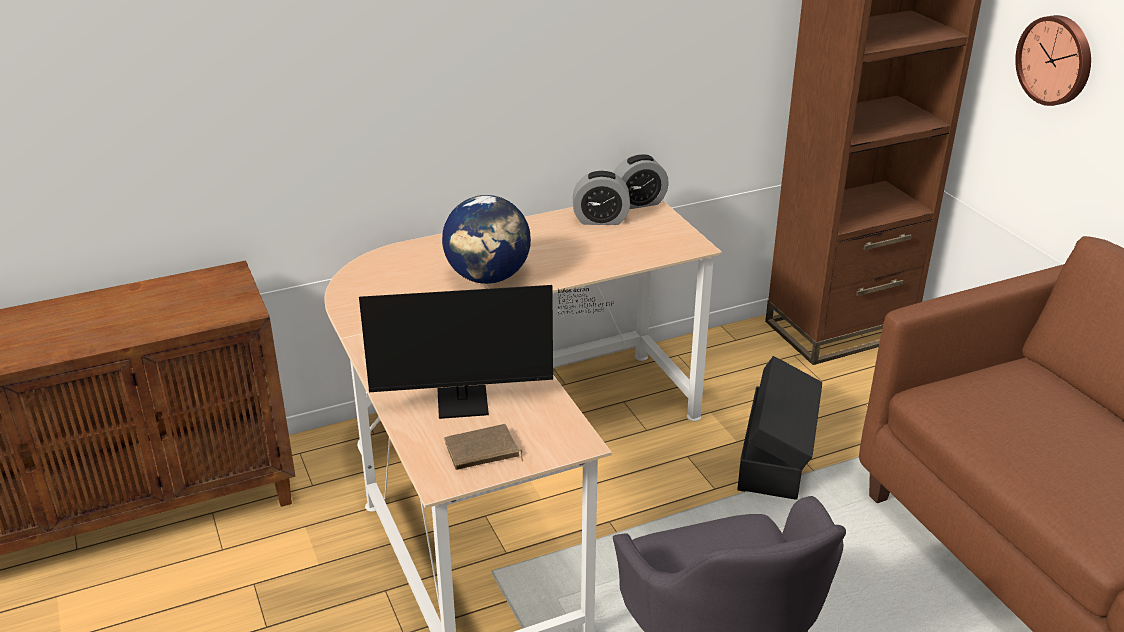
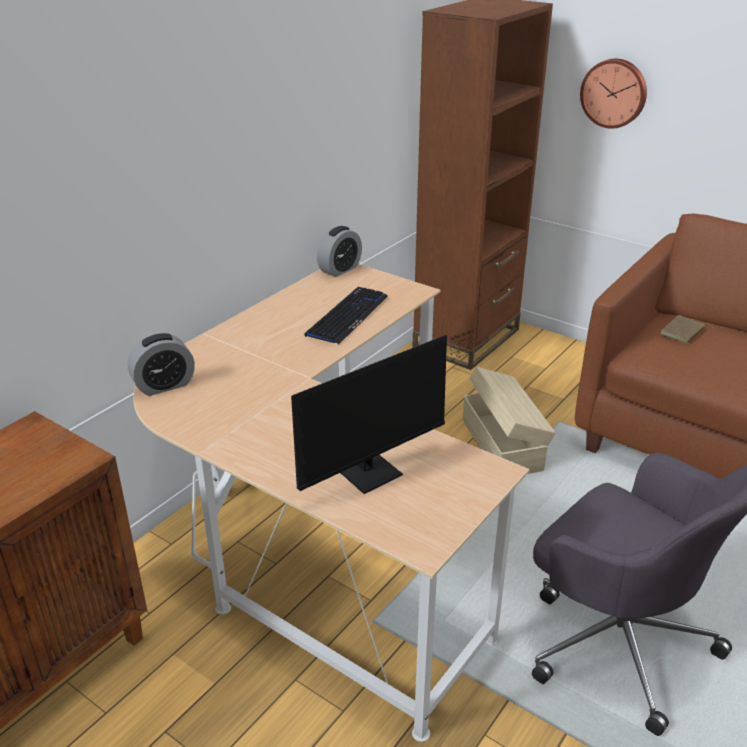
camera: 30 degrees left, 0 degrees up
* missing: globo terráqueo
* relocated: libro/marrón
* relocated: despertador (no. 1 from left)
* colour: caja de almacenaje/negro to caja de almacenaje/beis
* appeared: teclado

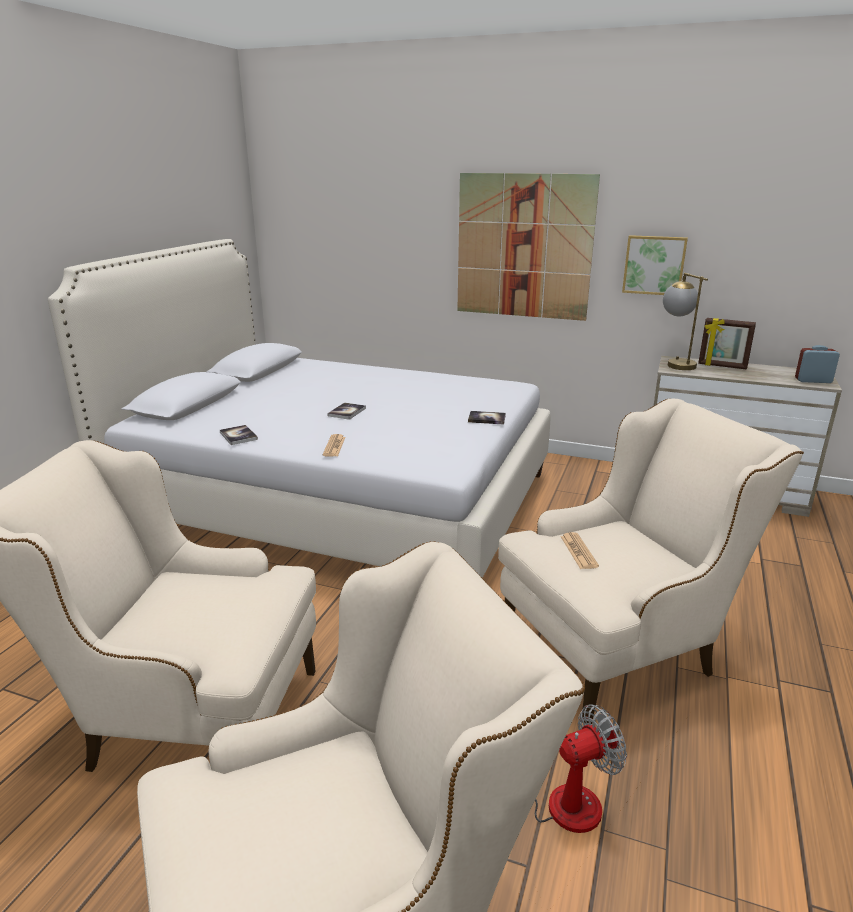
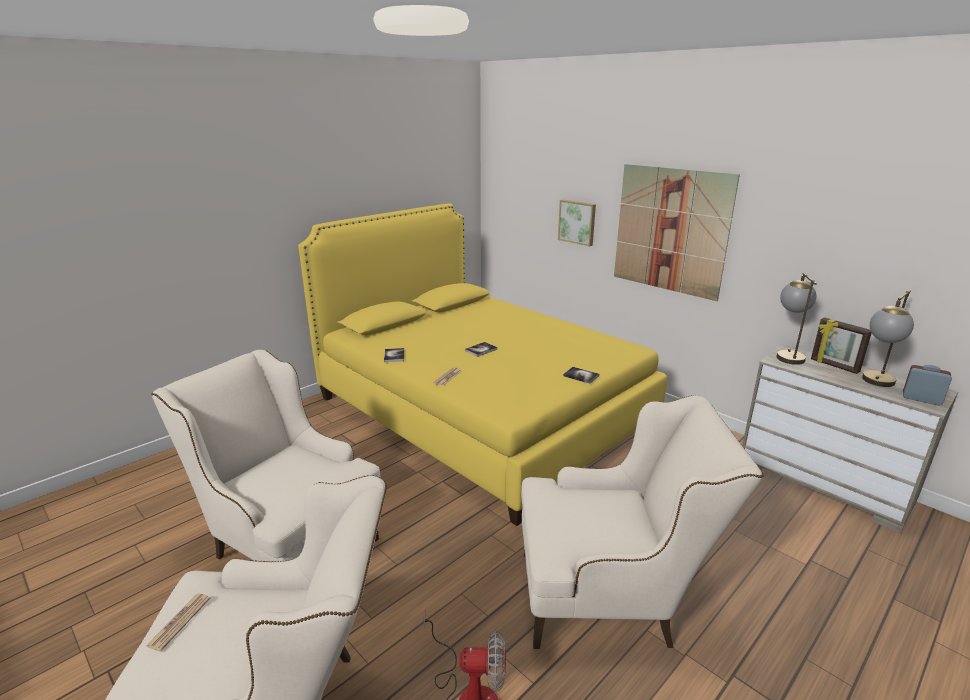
camera: 25 degrees right, 0 degrees up
* colour: cama/blanco to cama/amarillo
* relocated: periódico (no. 2 from left in the first image) to periódico (no. 1 from left)
* relocated: cuadro (no. 2 from left in the first image) to cuadro (no. 1 from left)
* appeared: lámpara de mesa (no. 2 from left)

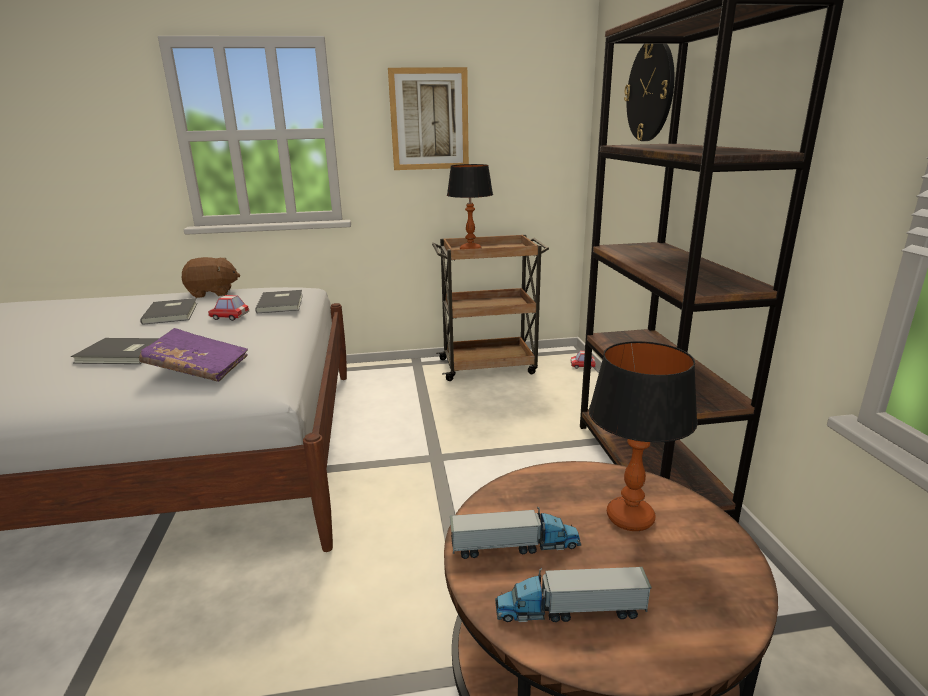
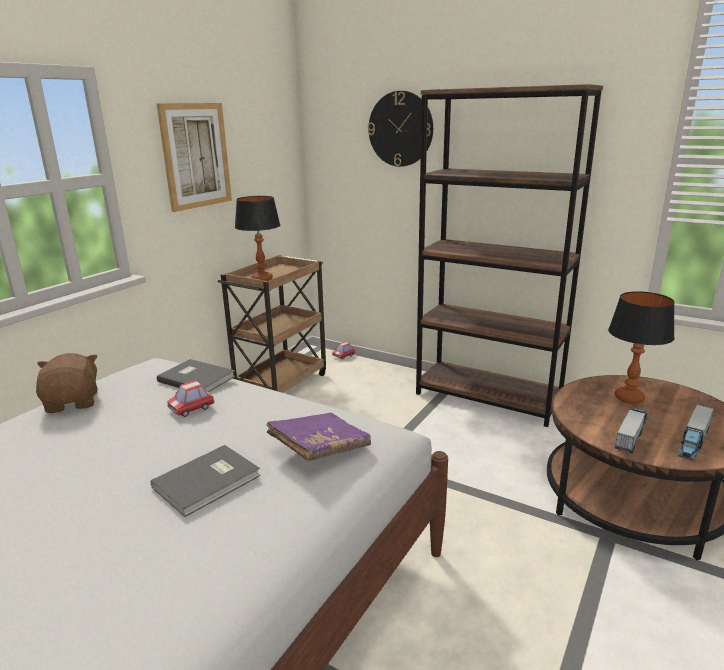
camera: 50 degrees left, 0 degrees up
* missing: libro/gris (no. 2 from left)
* spun: peluche/marrón 45 degrees counterclockwise

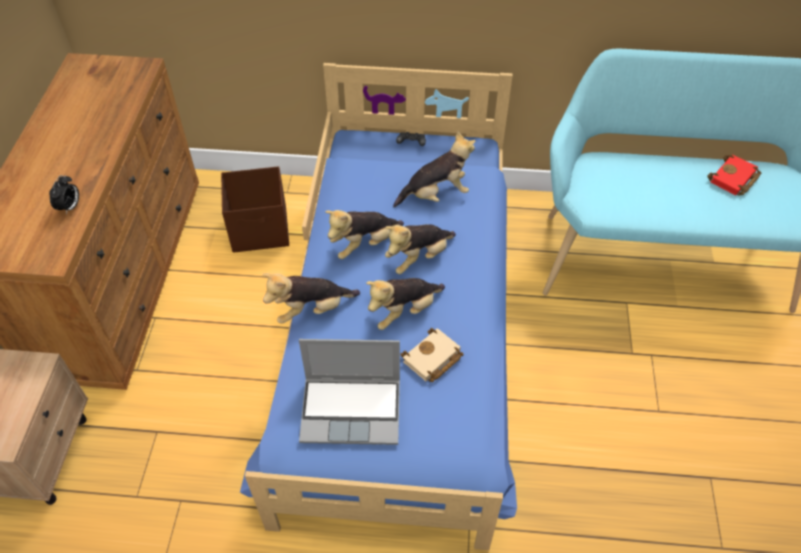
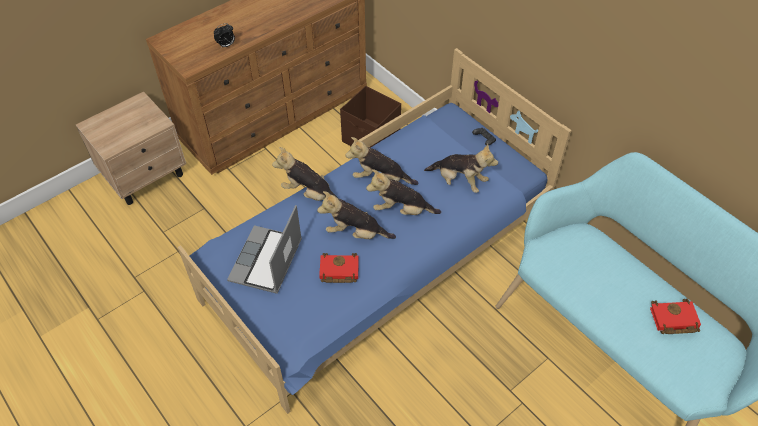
camera: 45 degrees right, 0 degrees up
* spun: portátil 60 degrees clockwise
* colour: libro/beis to libro/rojo (no. 1 from left)

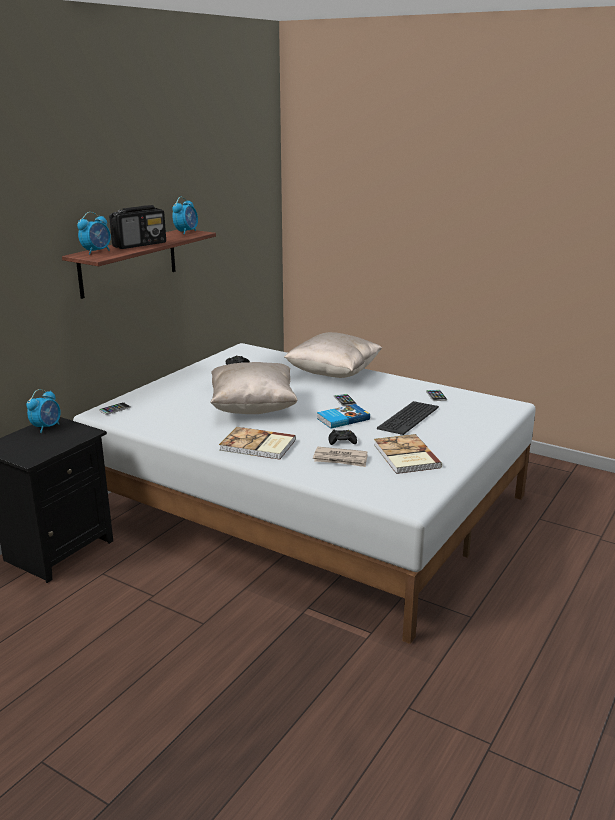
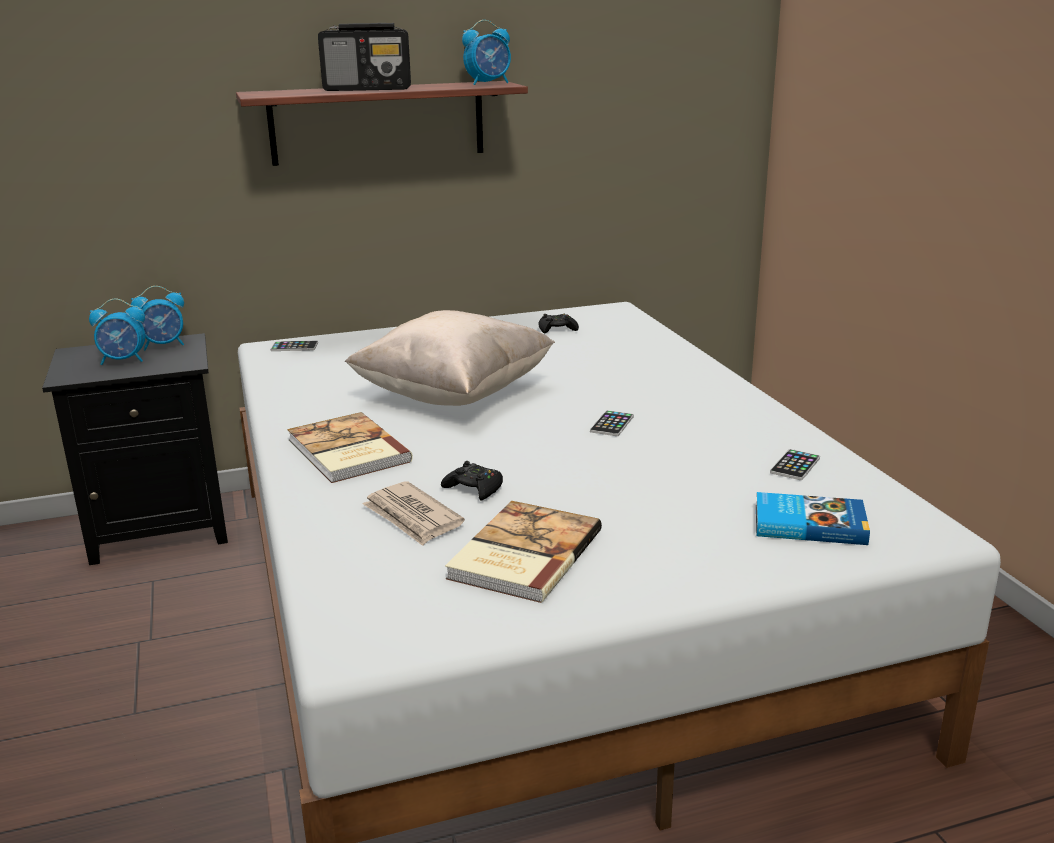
camera: 40 degrees right, 0 degrees up
* relocated: despertador (no. 2 from left in the first image) to despertador (no. 1 from left)
* missing: cojín/beis (no. 2 from left)
* relocated: libro (no. 2 from left in the first image) to libro (no. 3 from left)
* missing: teclado

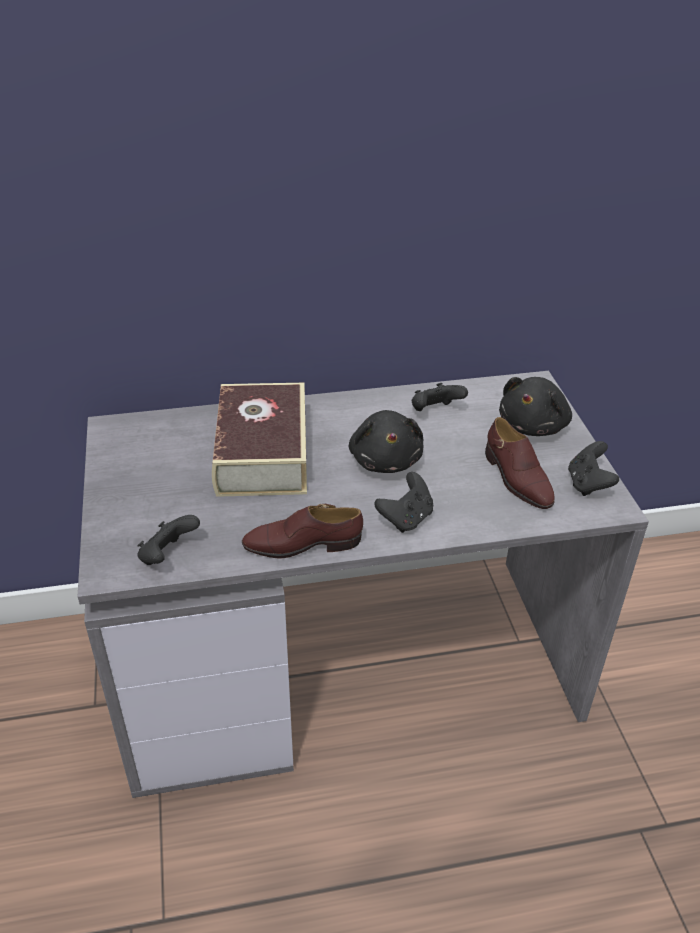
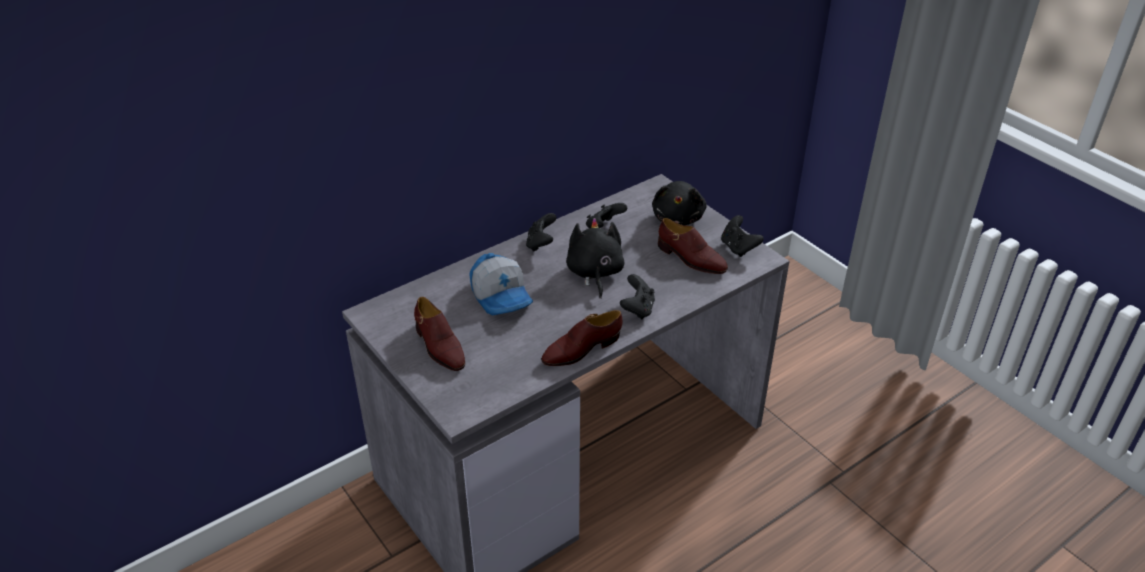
camera: 25 degrees left, 0 degrees up
* relocated: mando de consola/negro (no. 1 from left)
* exchanged: libro to gorra
* spun: peluche/negro (no. 1 from left) 150 degrees counterclockwise
* appeared: zapato/marrón (no. 1 from left)

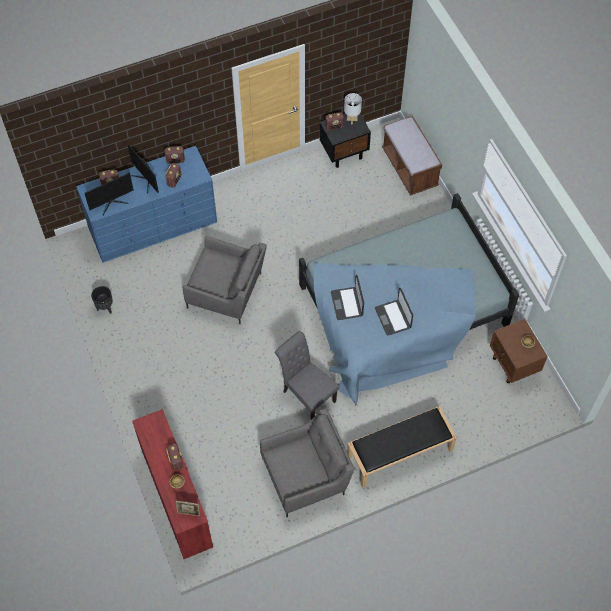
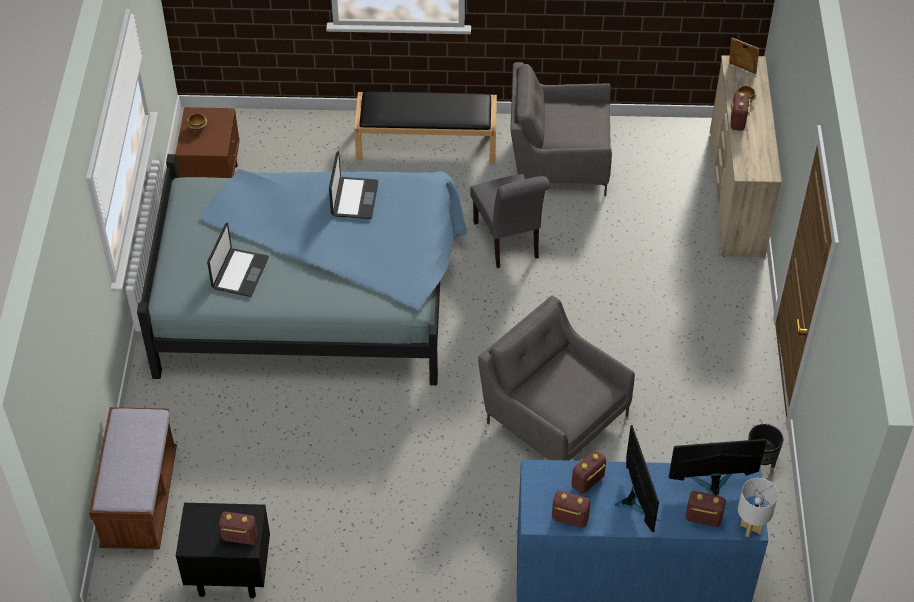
camera: 155 degrees left, 10 degrees down
* colour: cómoda/rojo to cómoda/beis
* relocated: portátil (no. 1 from left)
* relocated: lámpara de mesa/blanco

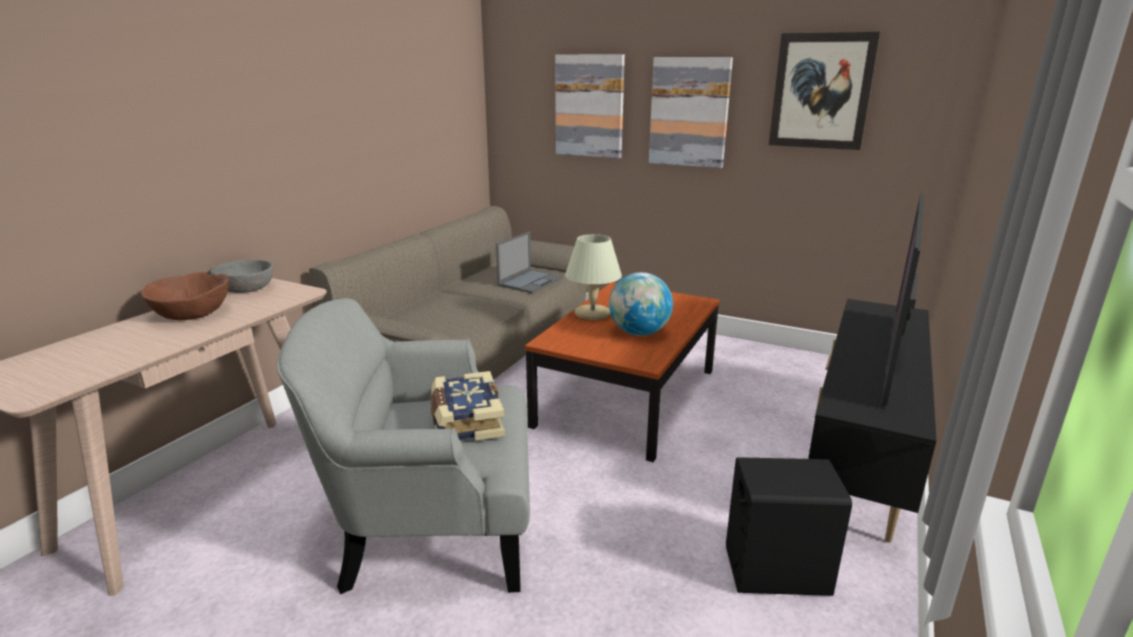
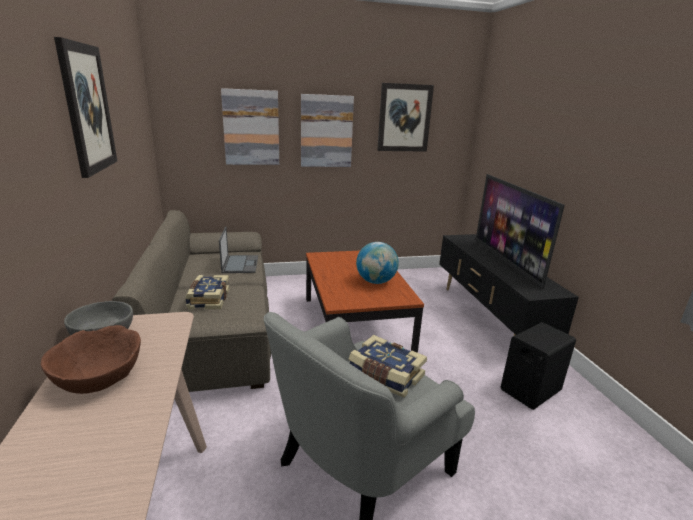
camera: 40 degrees left, 0 degrees up
* missing: lámpara de mesa/beis
* appeared: cuadro (no. 1 from left)
* appeared: libro (no. 1 from left)

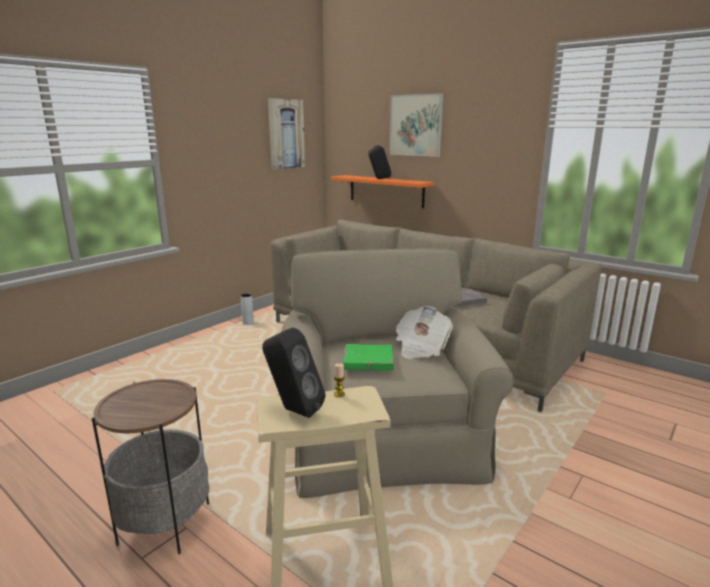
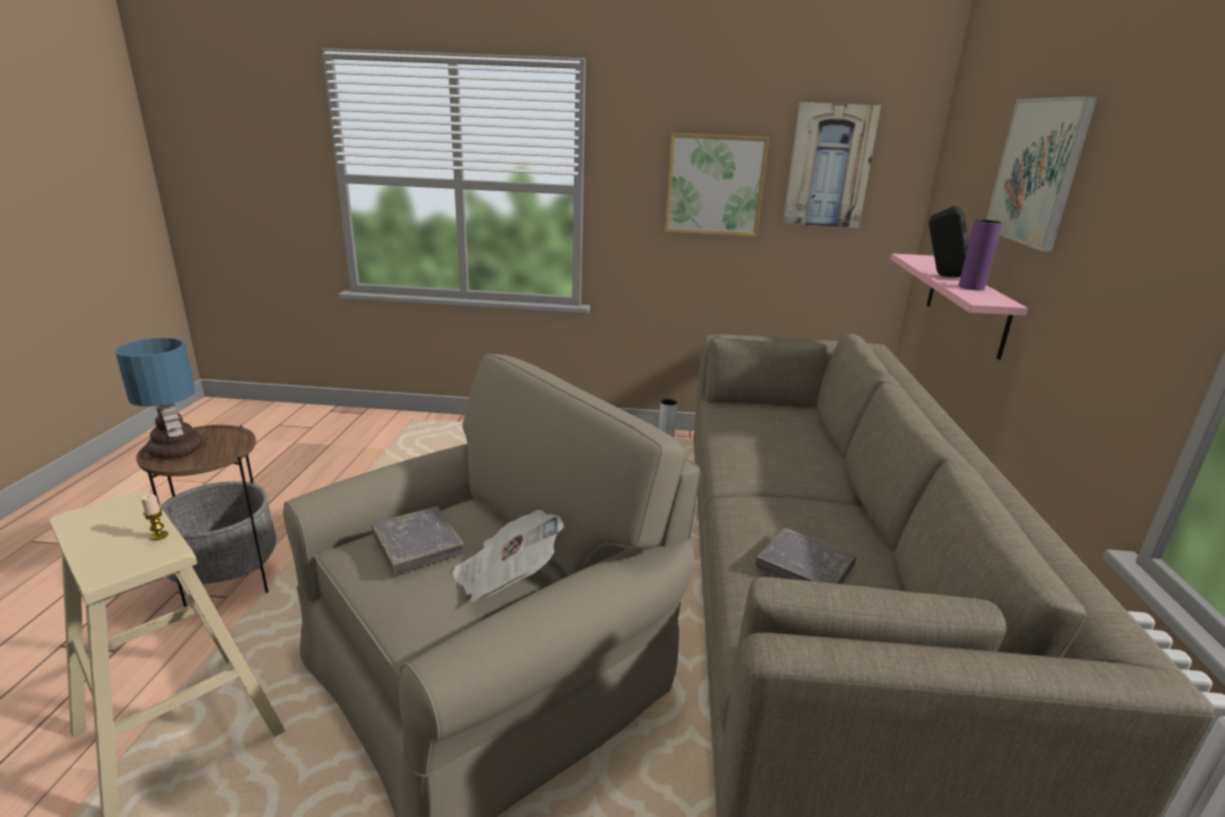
camera: 55 degrees right, 5 degrees up
* missing: altavoz/negro (no. 1 from left)
* colour: estante/naranja to estante/rosa
* colour: libro/verde to libro/gris (no. 1 from left)
* appeared: lámpara de mesa
* appeared: cuadro (no. 1 from left)
* appeared: florero/morado

